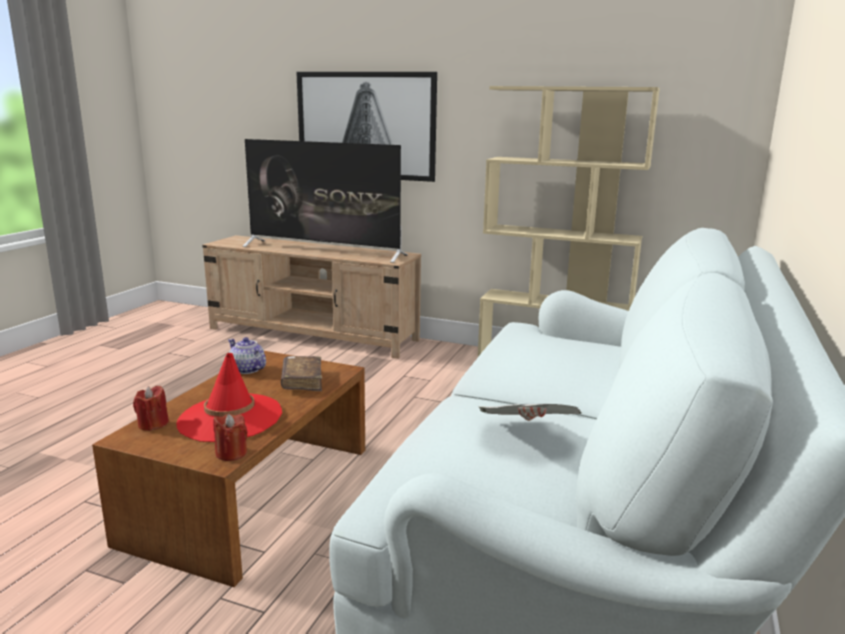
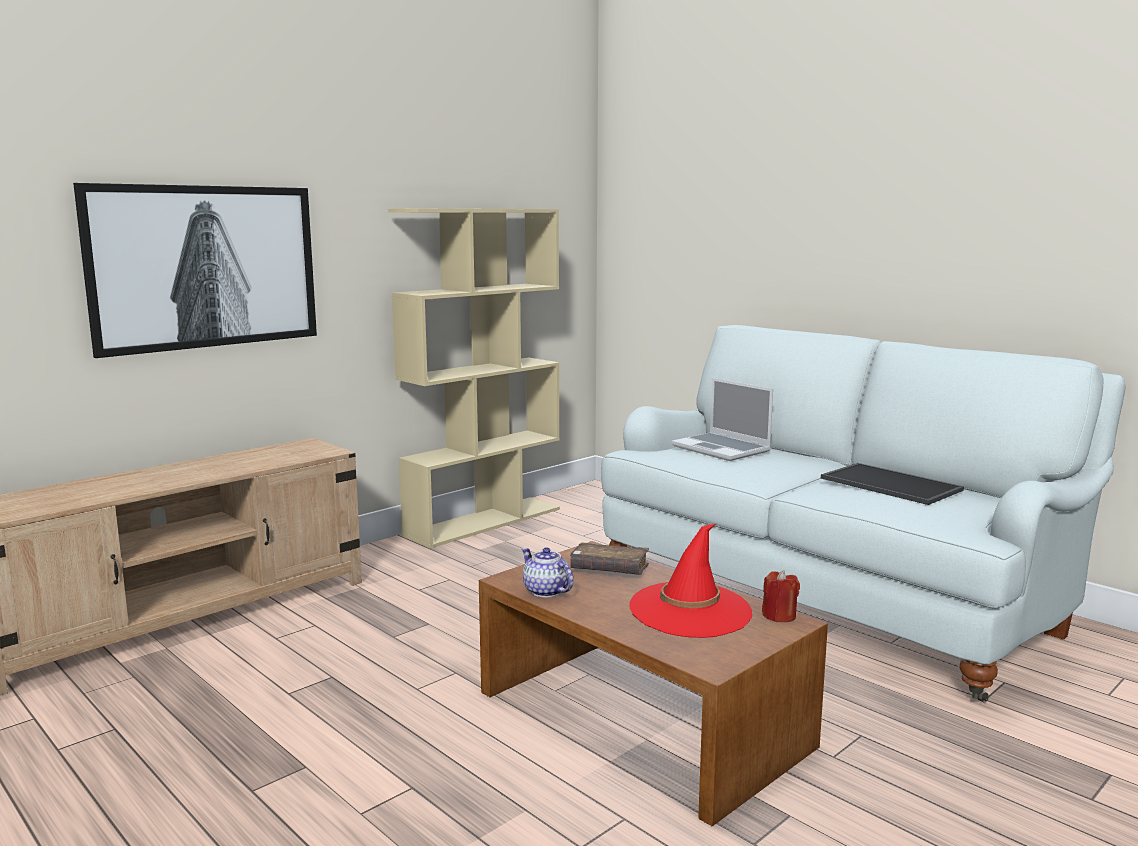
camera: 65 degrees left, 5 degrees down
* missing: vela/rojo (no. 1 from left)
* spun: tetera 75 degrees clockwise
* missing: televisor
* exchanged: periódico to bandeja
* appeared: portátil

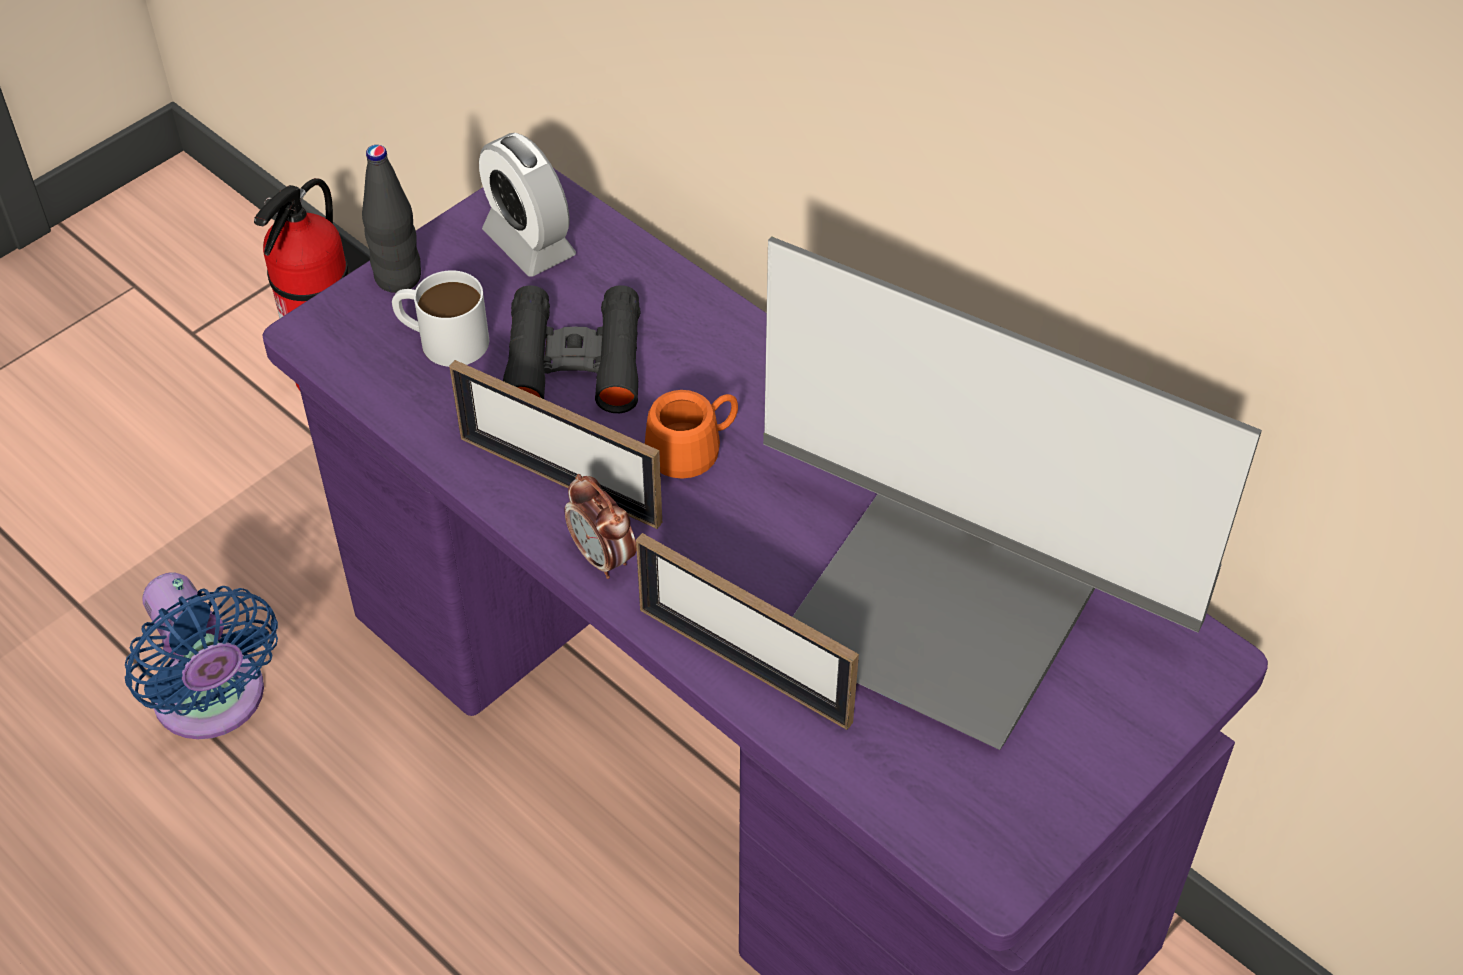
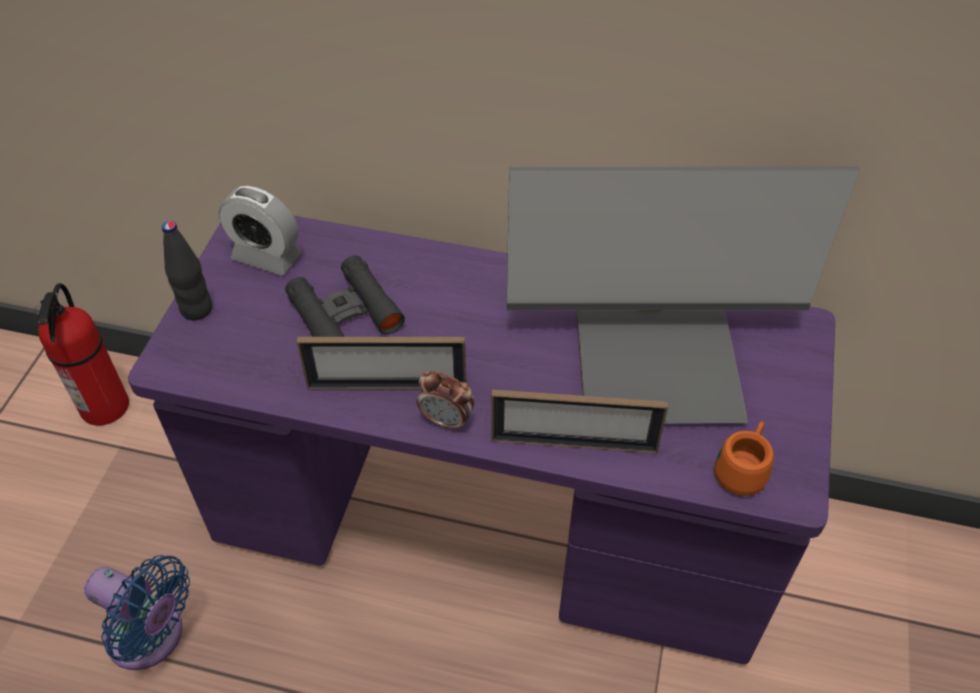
camera: 30 degrees left, 0 degrees up
* missing: taza grande/blanco
* relocated: taza grande/naranja

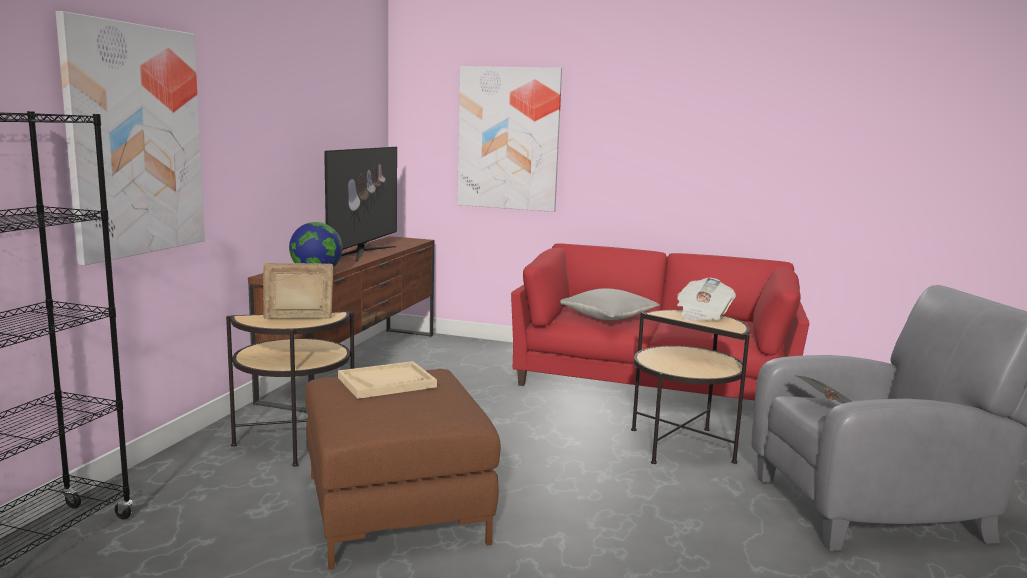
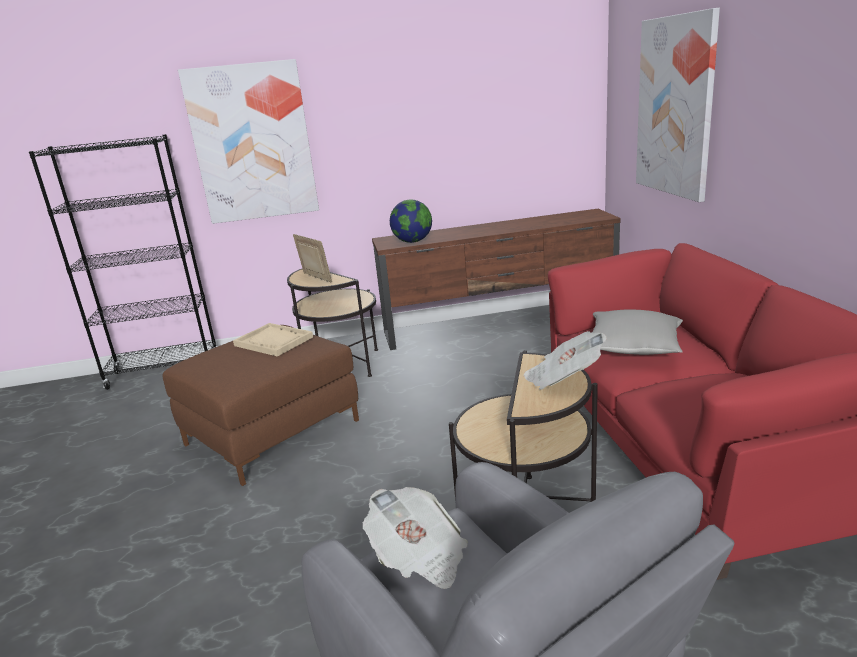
camera: 65 degrees right, 10 degrees up
* missing: televisor

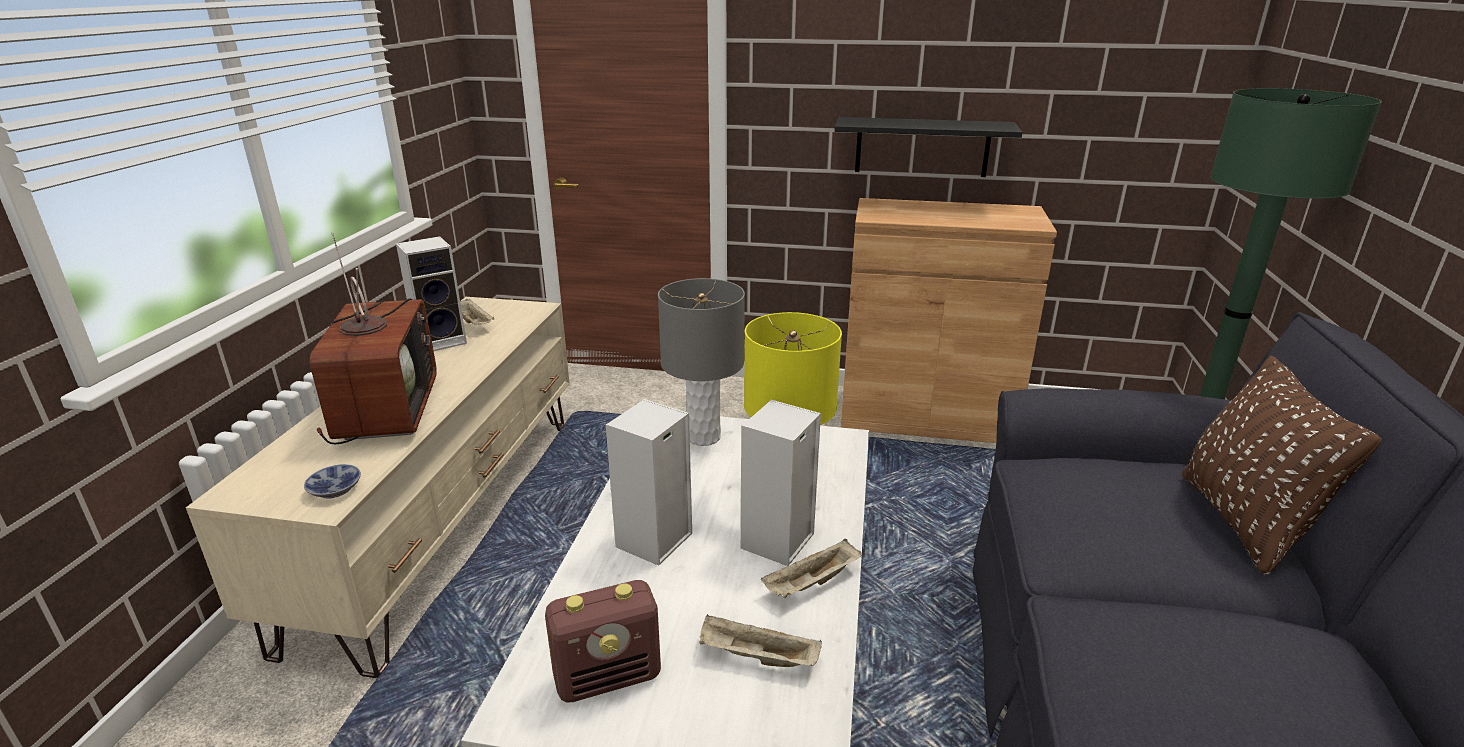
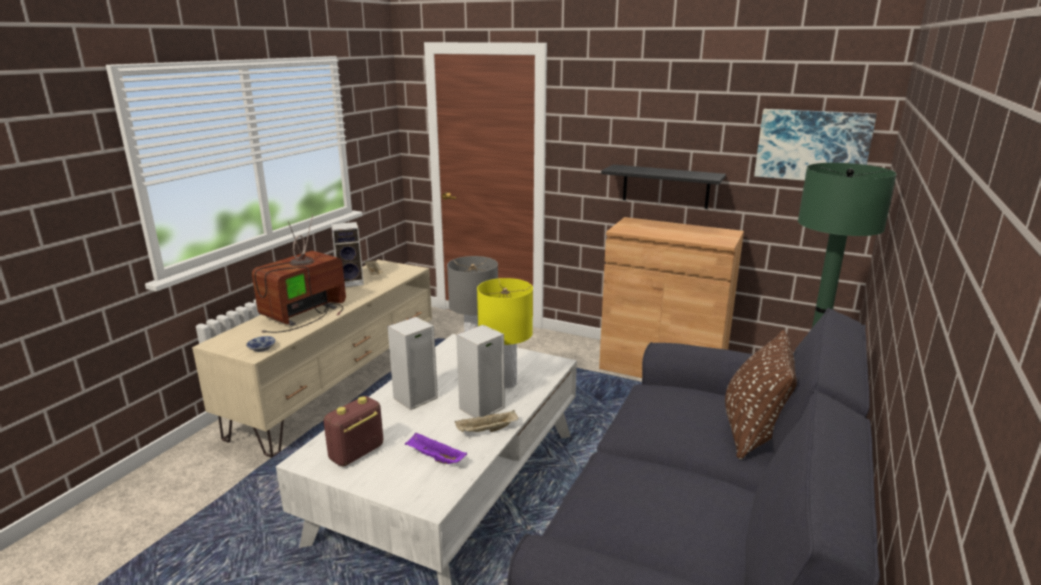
camera: 15 degrees right, 5 degrees down
* spun: televisor 150 degrees counterclockwise
* spun: radio 135 degrees clockwise
* colour: bandeja/beis (no. 2 from left) to bandeja/morado
* appeared: cuadro

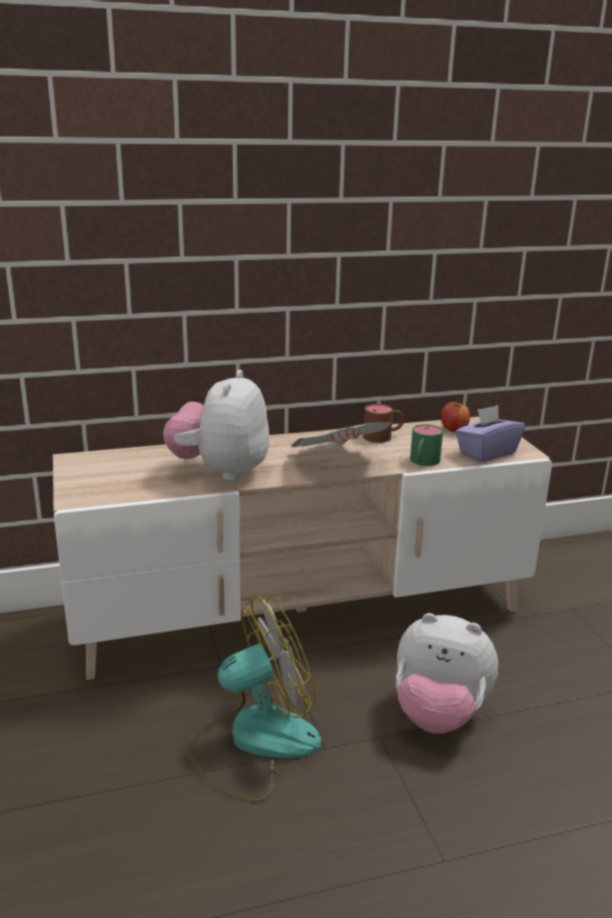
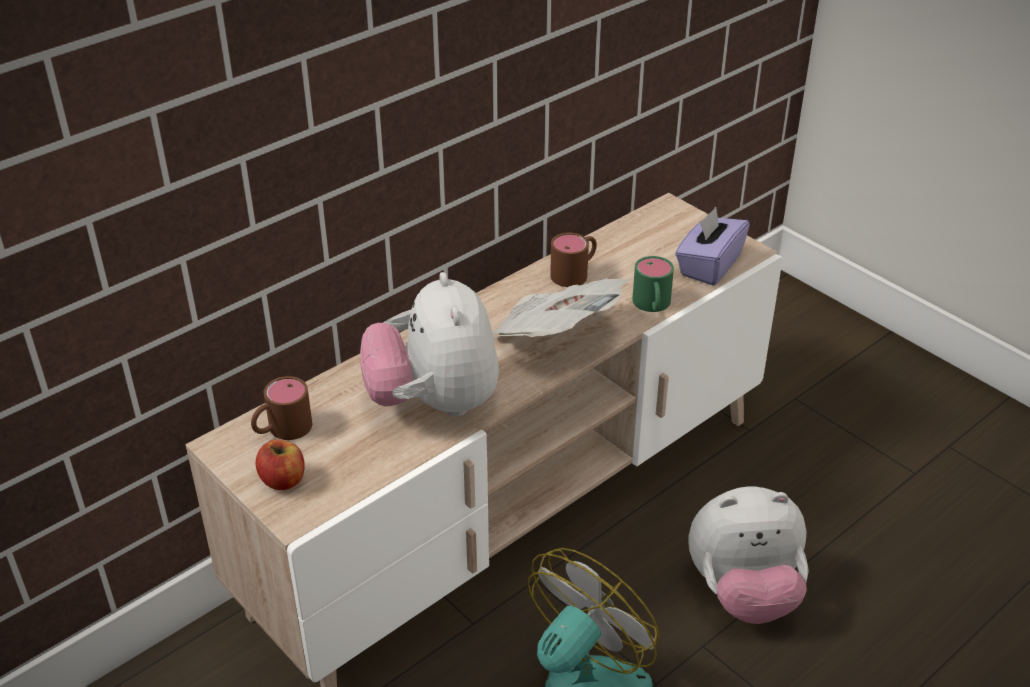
camera: 25 degrees left, 15 degrees up
* relocated: manzana
* appeared: taza grande/marrón (no. 1 from left)

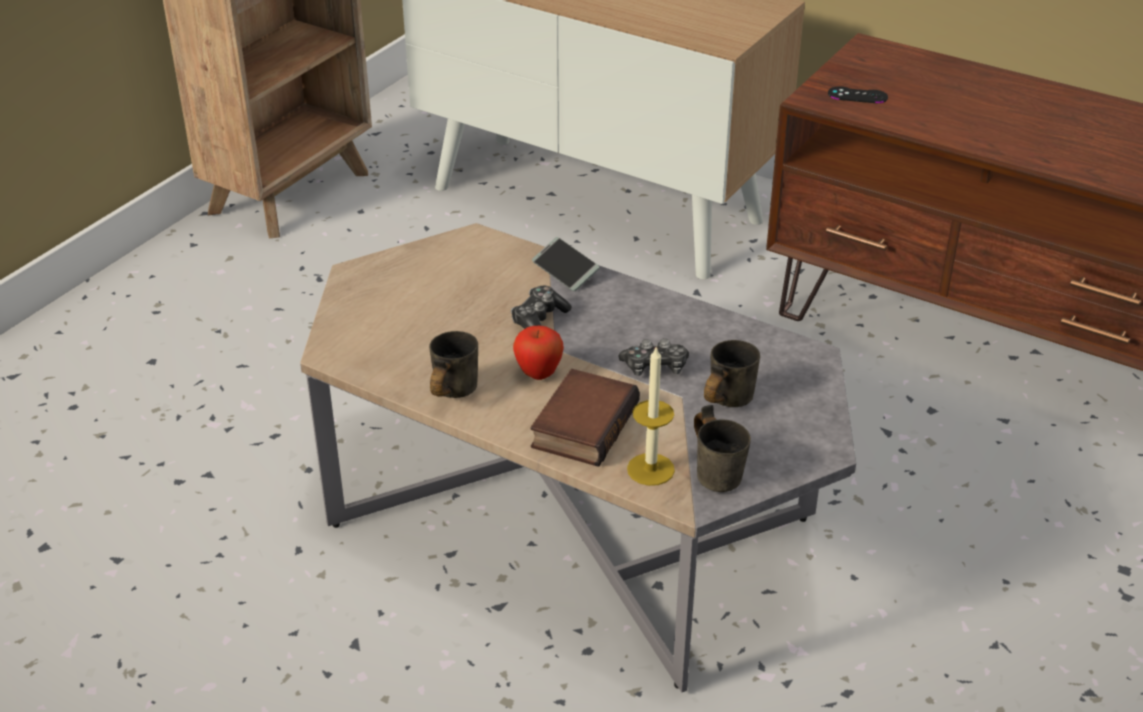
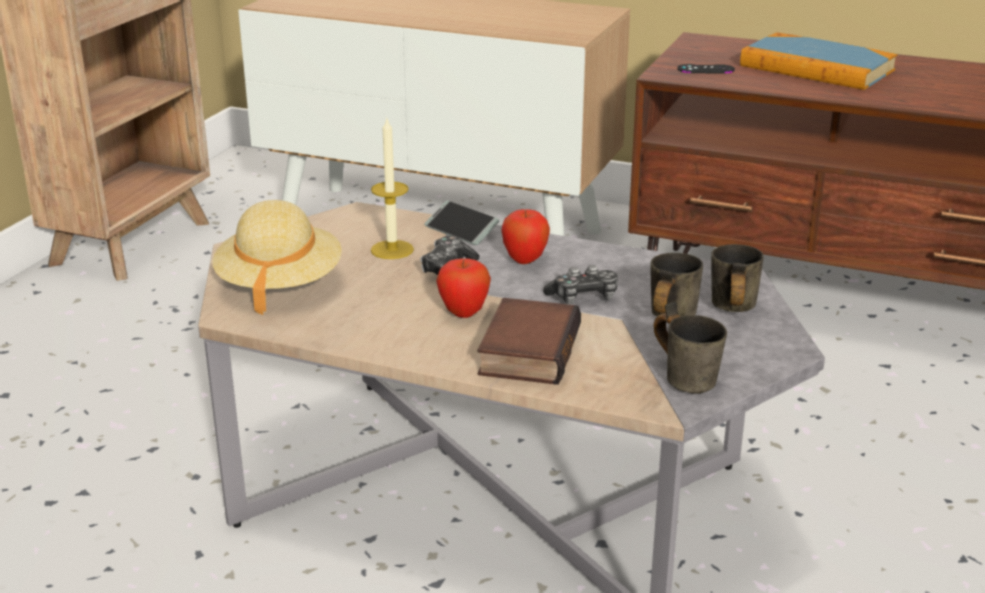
camera: 10 degrees left, 10 degrees down
* relocated: taza grande/gris (no. 1 from left in the first image) to taza grande/gris (no. 3 from left)
* relocated: vela
* appeared: sombrero/beis
* appeared: manzana (no. 2 from left)
* appeared: libro (no. 2 from left)

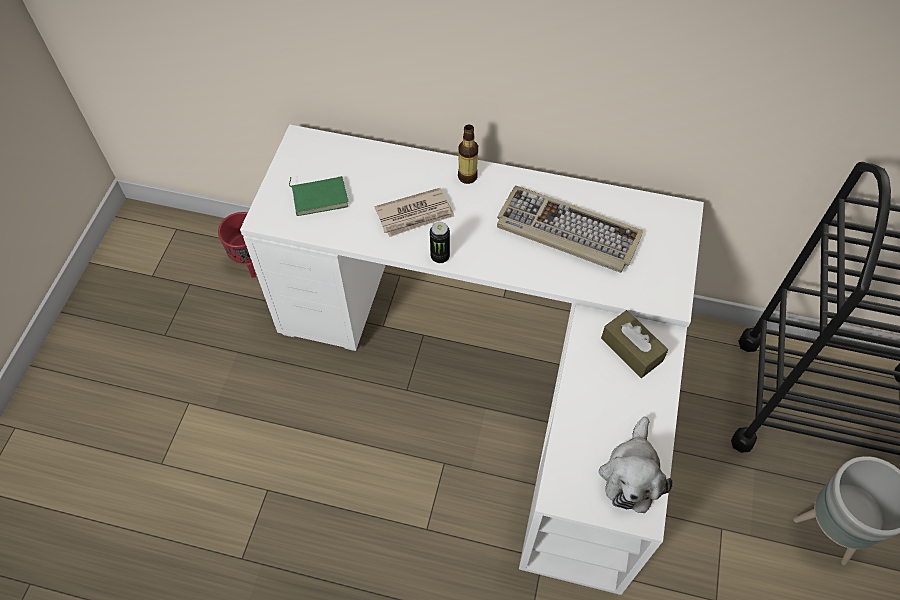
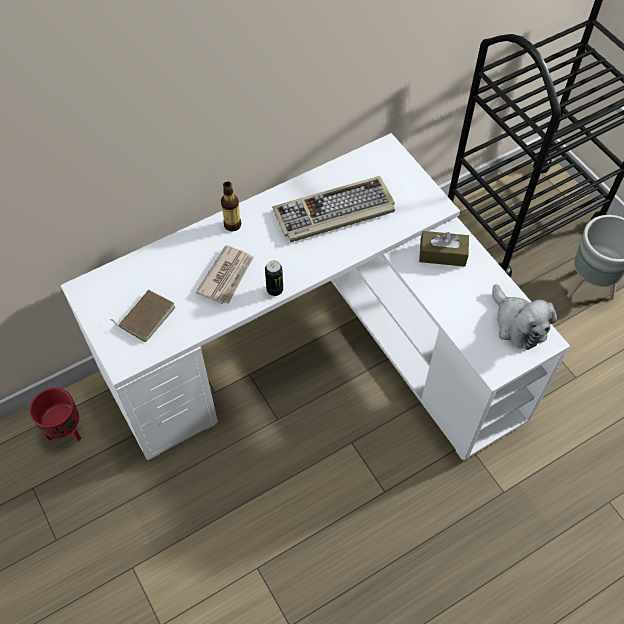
camera: 45 degrees left, 0 degrees up
* colour: libro/verde to libro/marrón

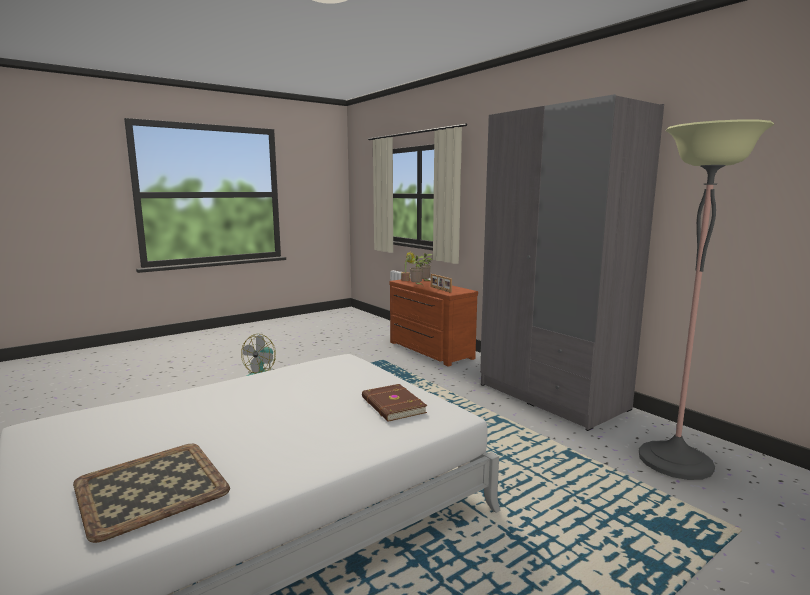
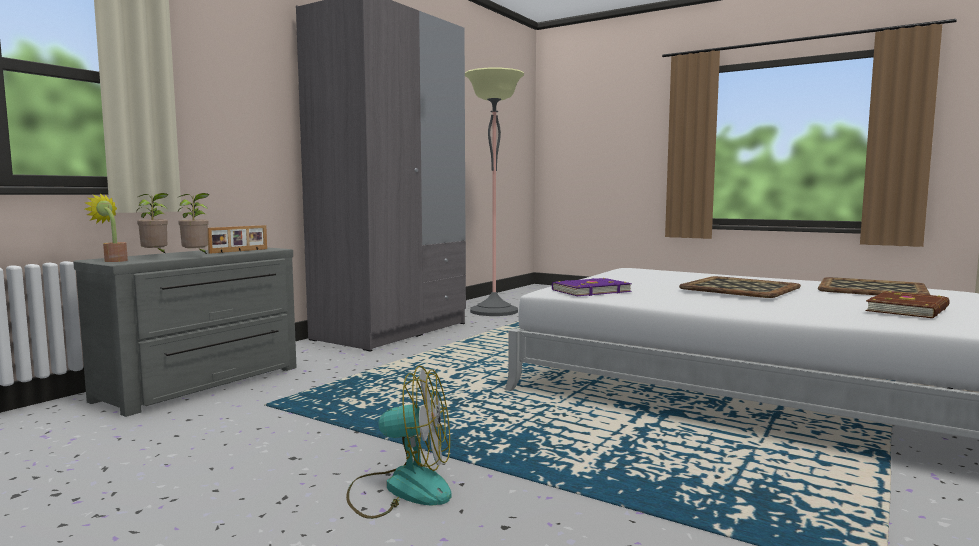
camera: 110 degrees left, 5 degrees down
* relocated: libro/marrón
* colour: cómoda/marrón to cómoda/gris
* appeared: libro/morado
* appeared: bandeja (no. 1 from left)

